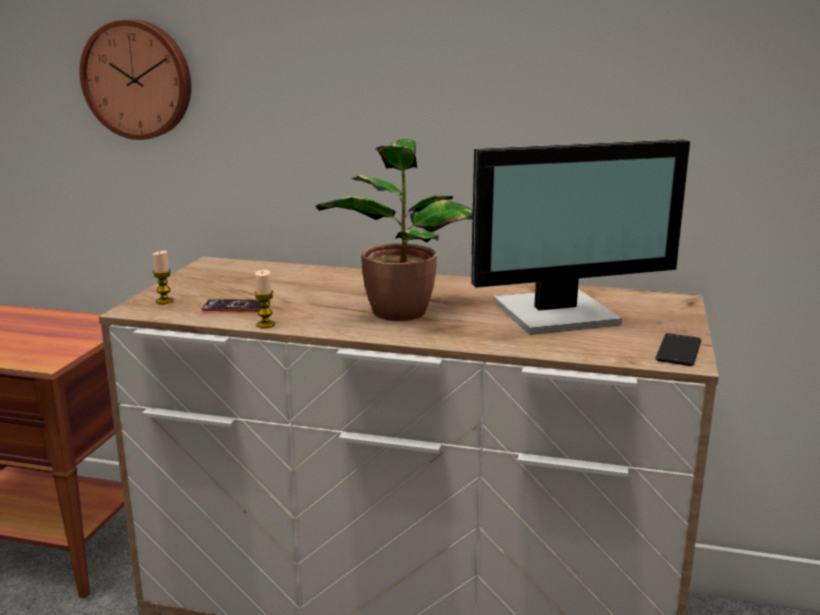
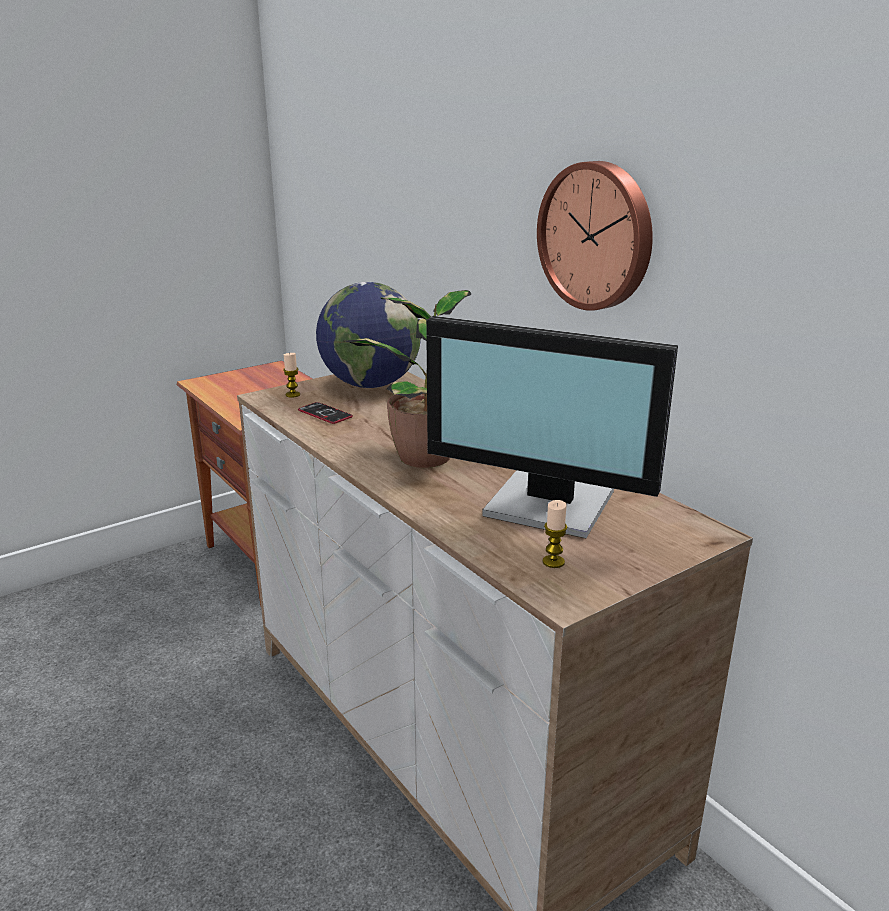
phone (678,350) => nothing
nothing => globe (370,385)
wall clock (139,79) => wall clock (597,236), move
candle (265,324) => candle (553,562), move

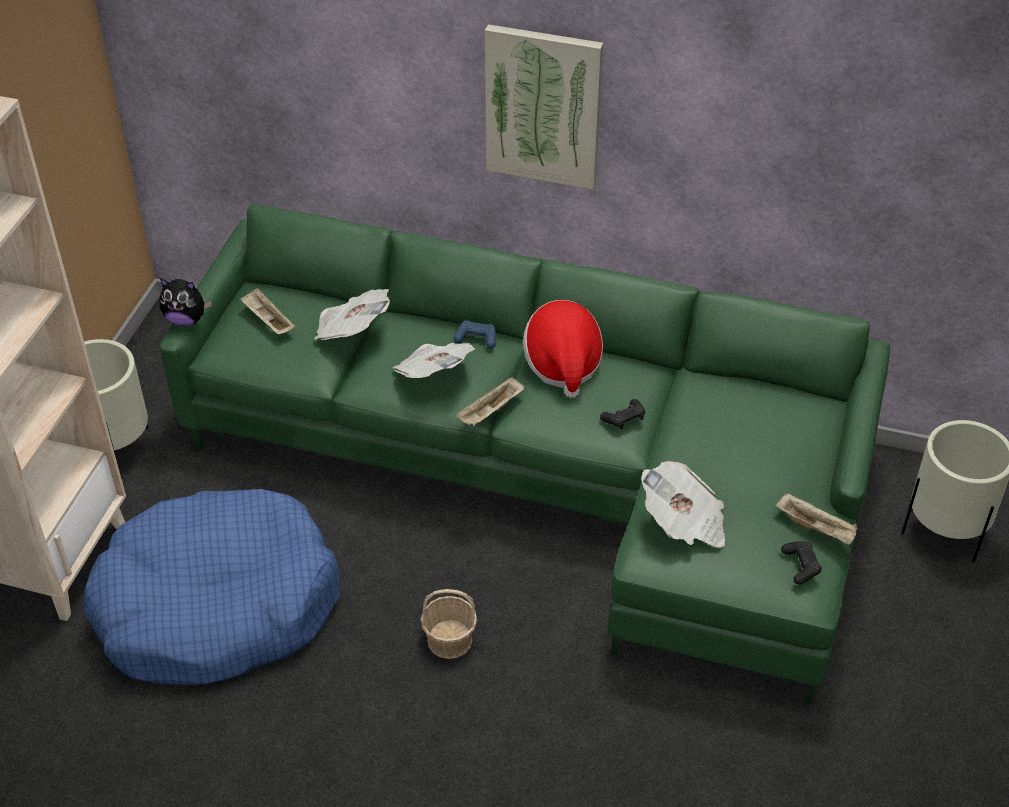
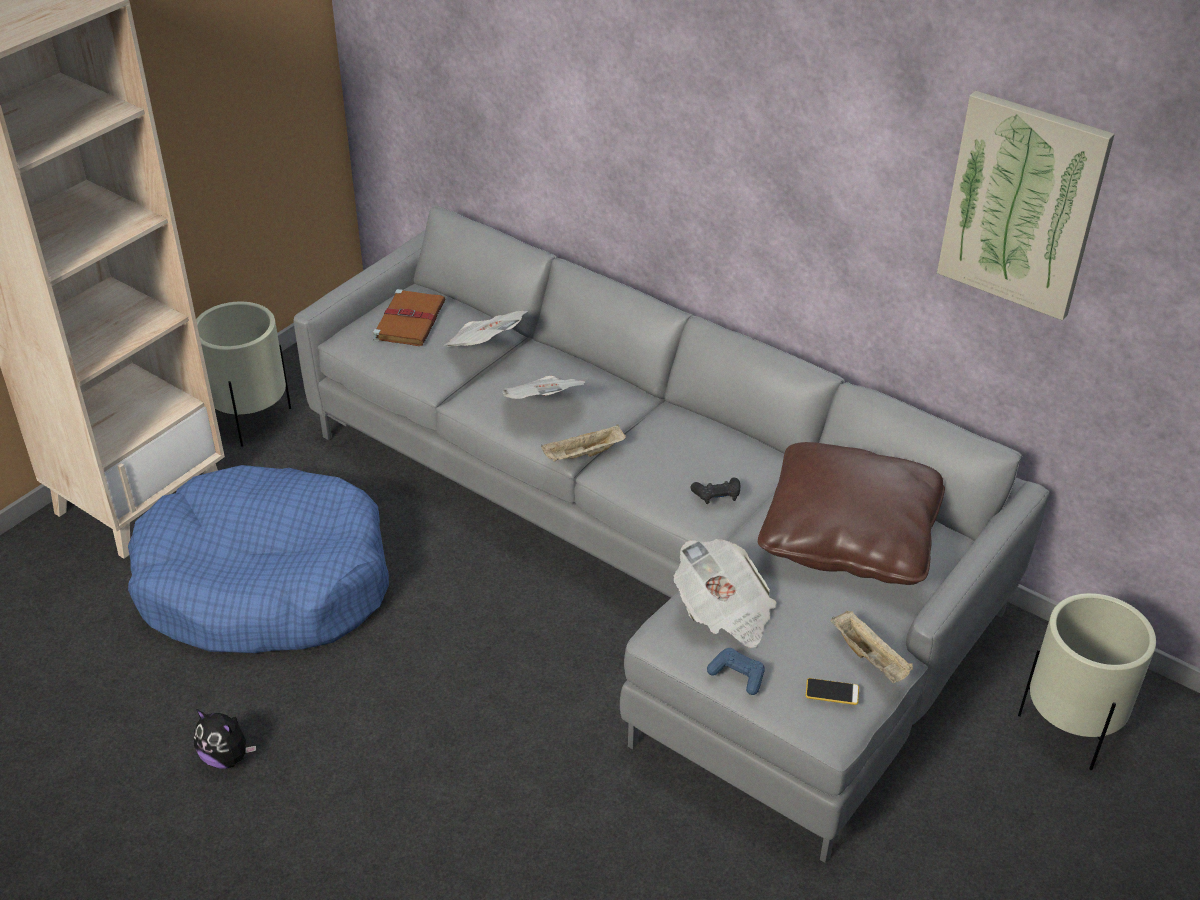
basket (449,639) => nothing
hat (562,364) => nothing
nothing => pillow in brown (849,536)
plush toy (186,320) => plush toy (227,757), move
game controller in blue (476,339) => game controller in blue (737,676), move
picture (543,106) => picture (1022,205), move
tray in beige (268,321) => book in brown (410,320)
game controller in black (801,566) => phone (832,692)
sofa in green (549,474) => sofa in grey (655,550)

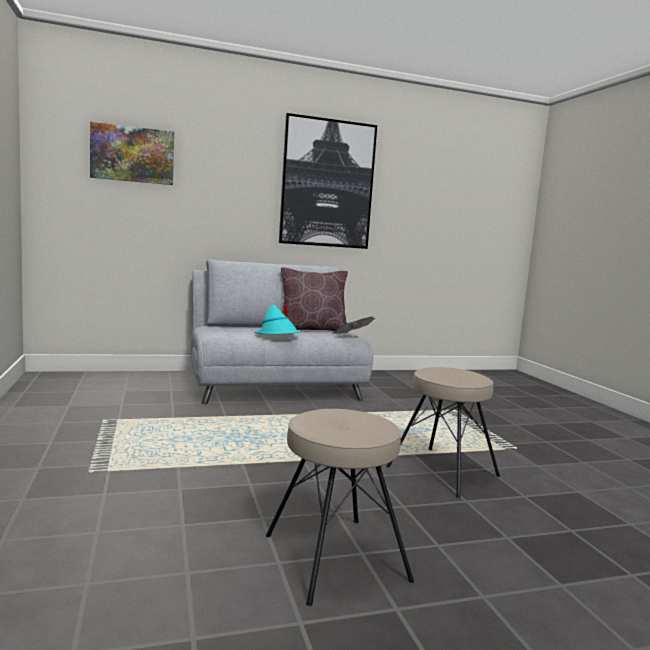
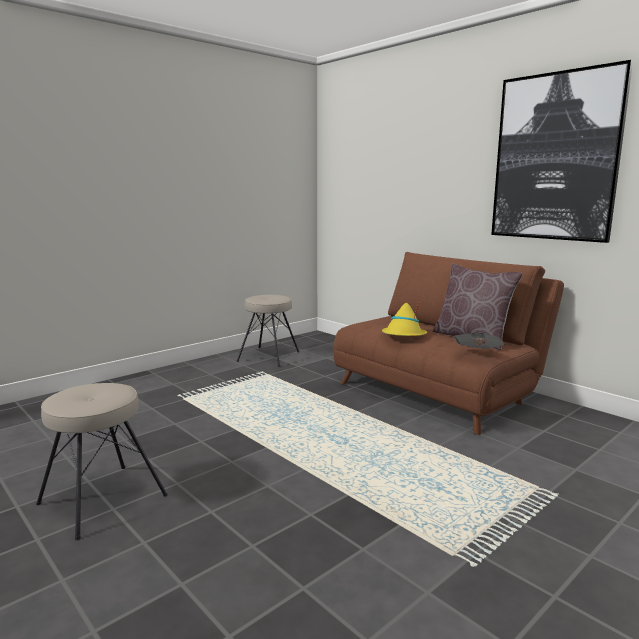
picture (132,154) => nothing
stool in beige (443,471) => stool in beige (269,356), move
sofa in grey (274,386) => sofa in brown (437,390)
hat in turquoise (278,336) => hat in yellow (403,336)

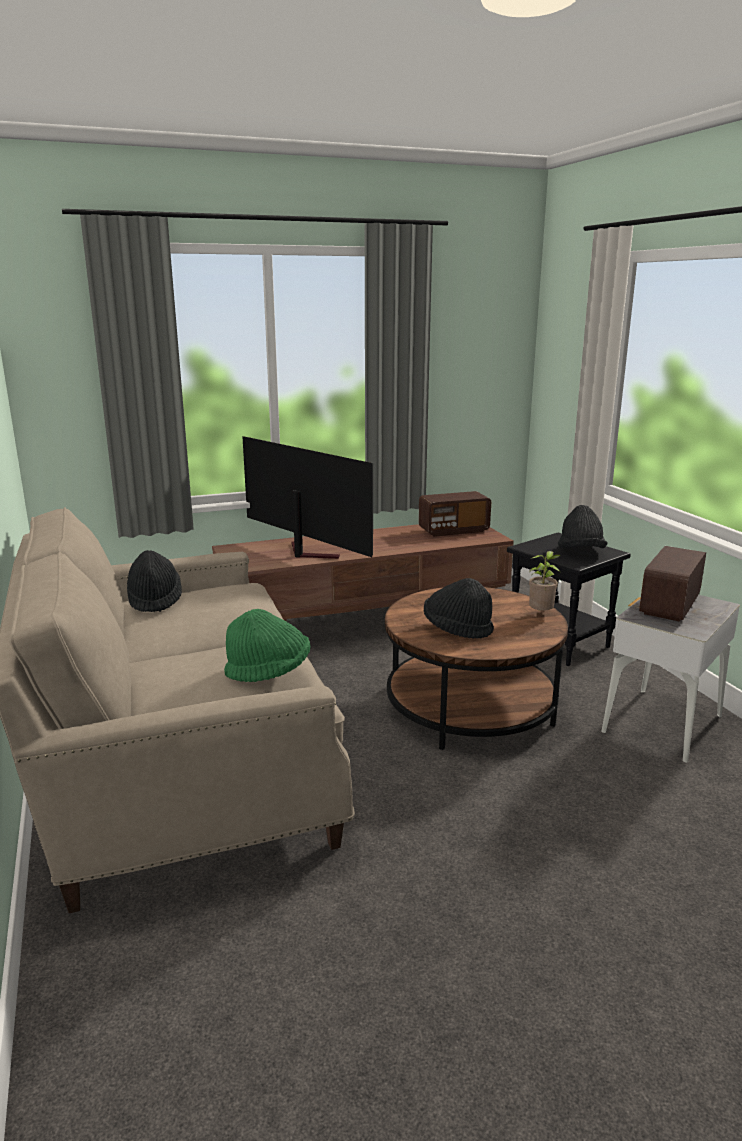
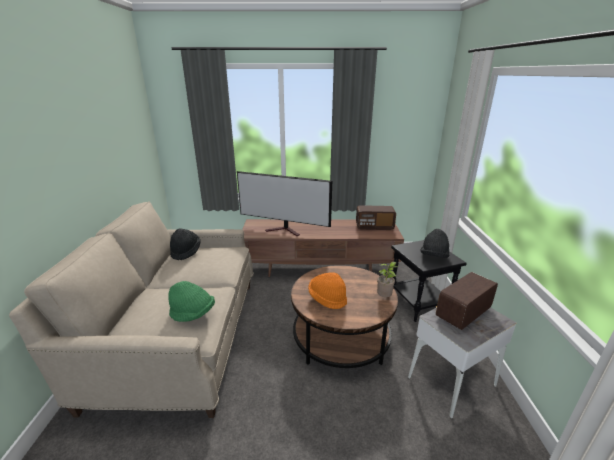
hat in black (457,629) => hat in orange (327,299)
television (304,553) => television (285,230), 135 degrees clockwise

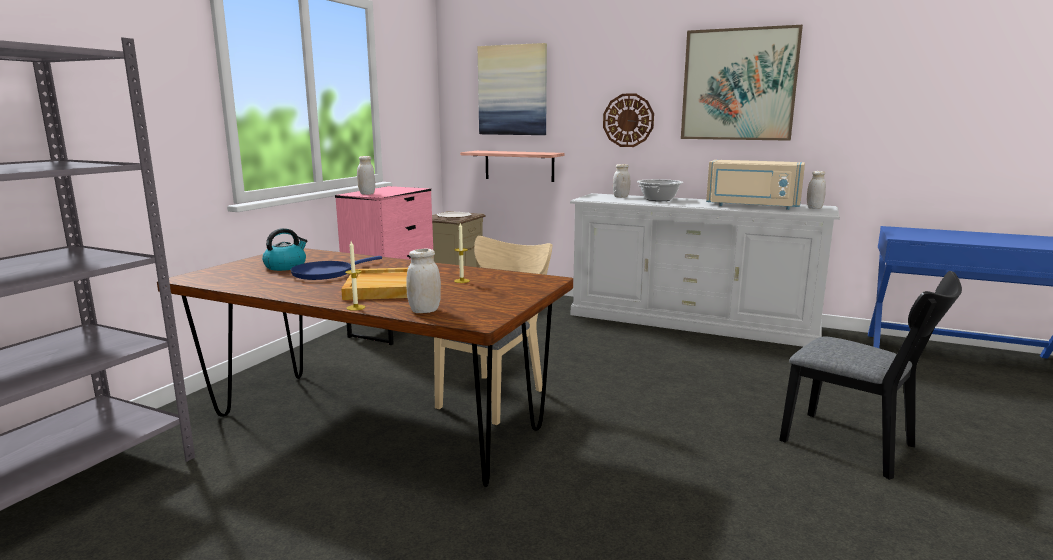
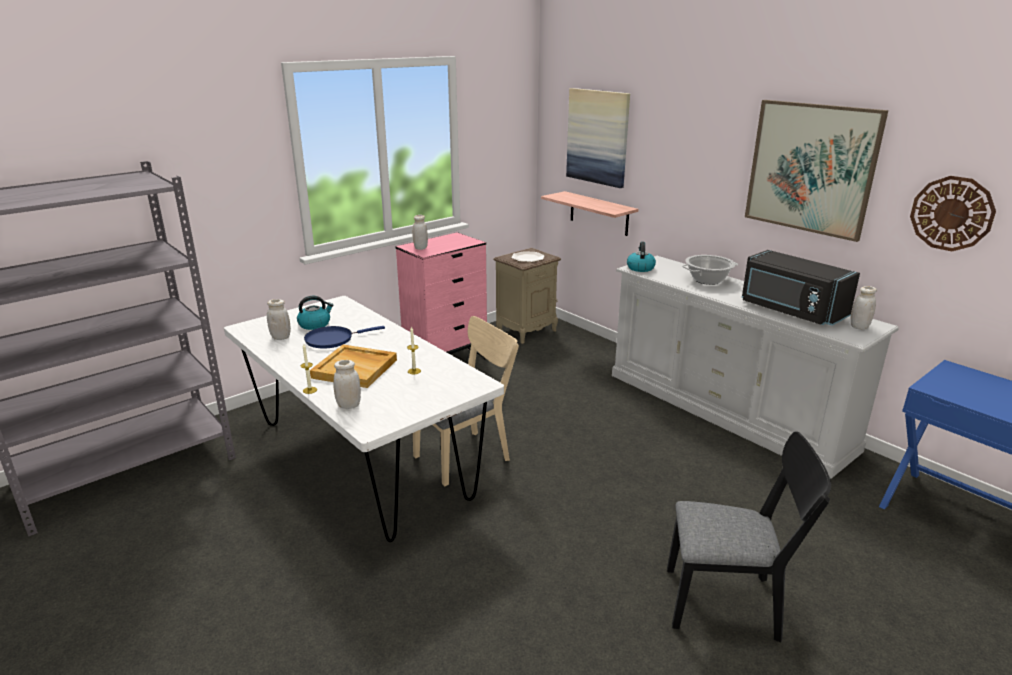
nothing => kettle (640,268)
wall clock (628,120) => wall clock (951,213), move
jar in white (621,197) => jar in white (281,337), move
dining table in brown (374,423) => dining table in white (361,459)
microwave in beige (752,206) => microwave in black (790,311)
chair in black (857,446) => chair in black (731,603), 60 degrees counterclockwise

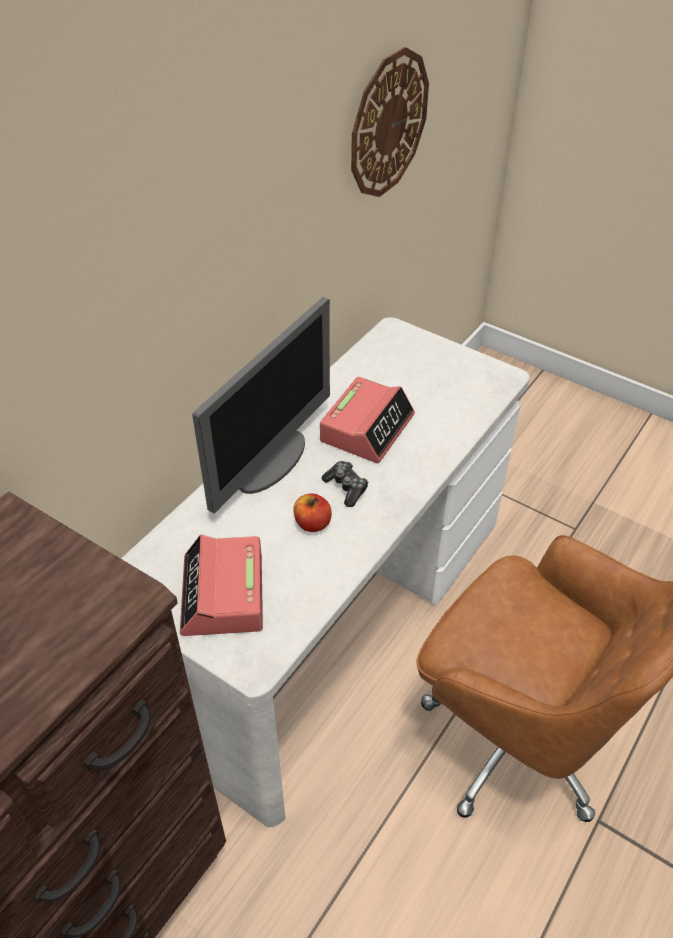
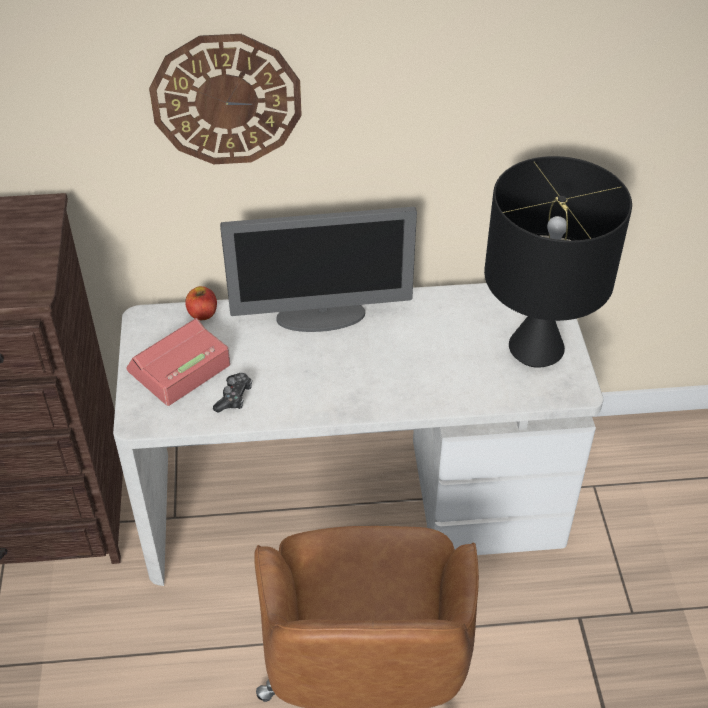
alarm clock (367,428) => nothing
nothing => table lamp in black (535,351)
apple (312,523) => apple (202,313), move
game controller (346,488) => game controller (234,397), move
wall clock (388,124) => wall clock (226,100), move

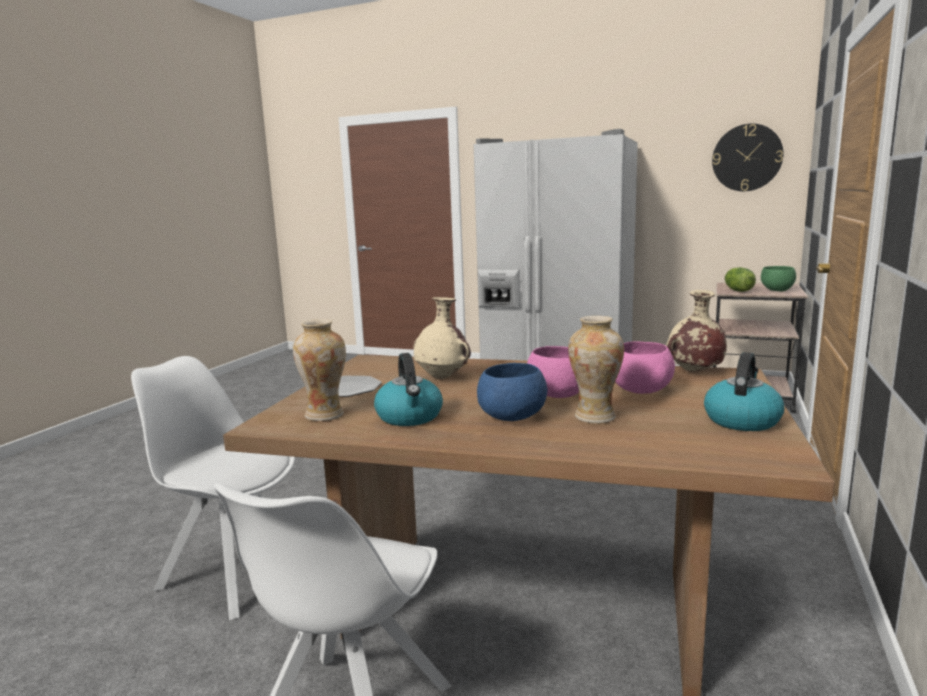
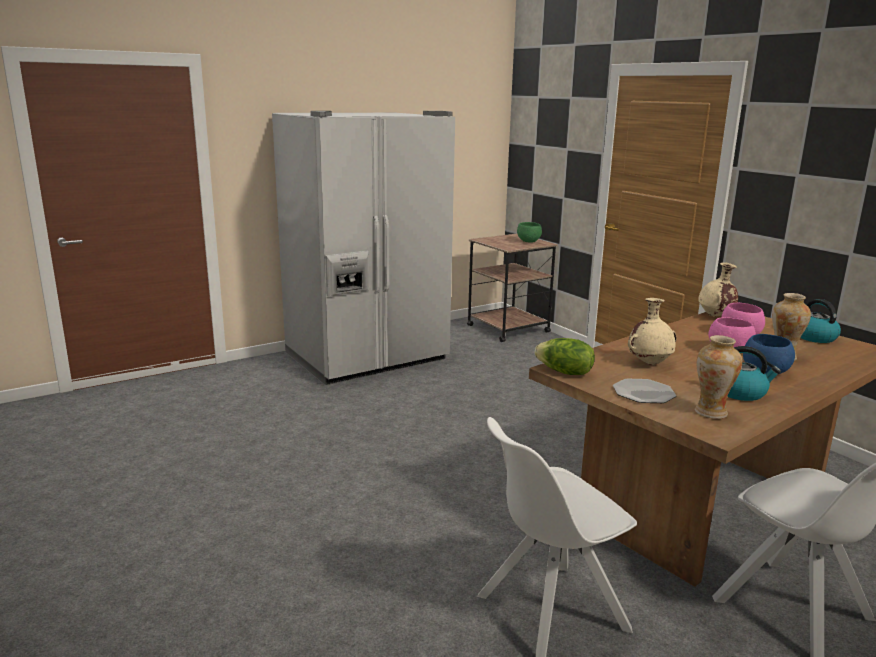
wall clock (747,158) => nothing
lettuce (737,291) => lettuce (564,372), move

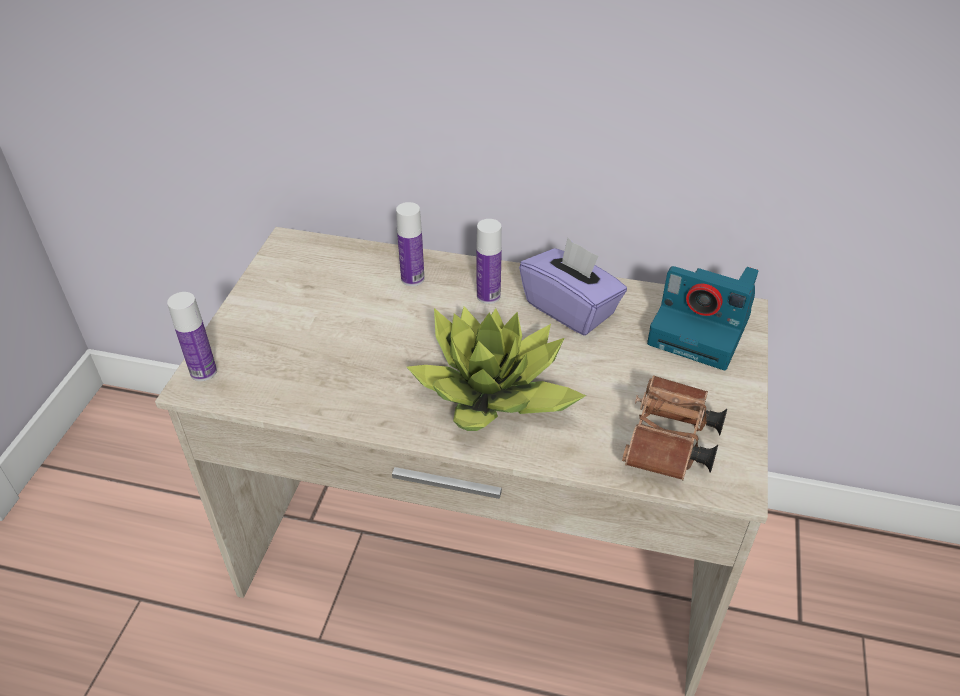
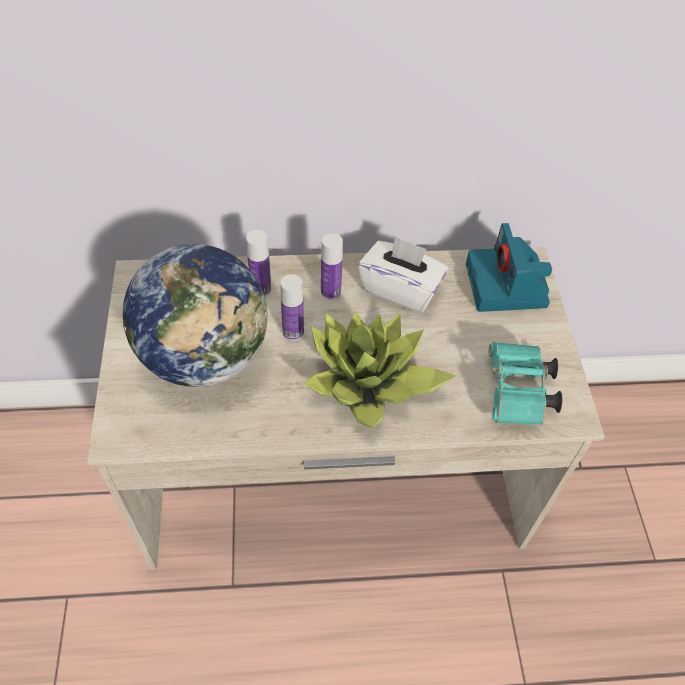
nothing => globe (205,355)
bottle (203,372) => bottle (293,332), move
tissue box in purple (570,309) => tissue box in white (400,289)
binoculars in brown (669,445) => binoculars in turquoise (517,394)
photo camera (702,330) => photo camera (507,287), 75 degrees clockwise

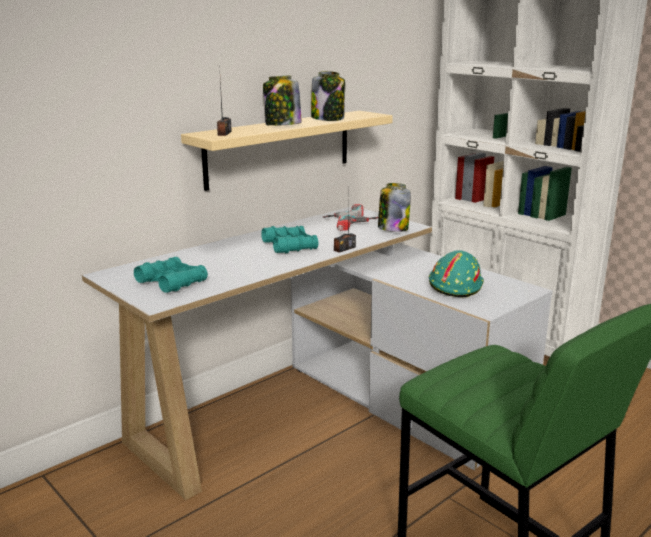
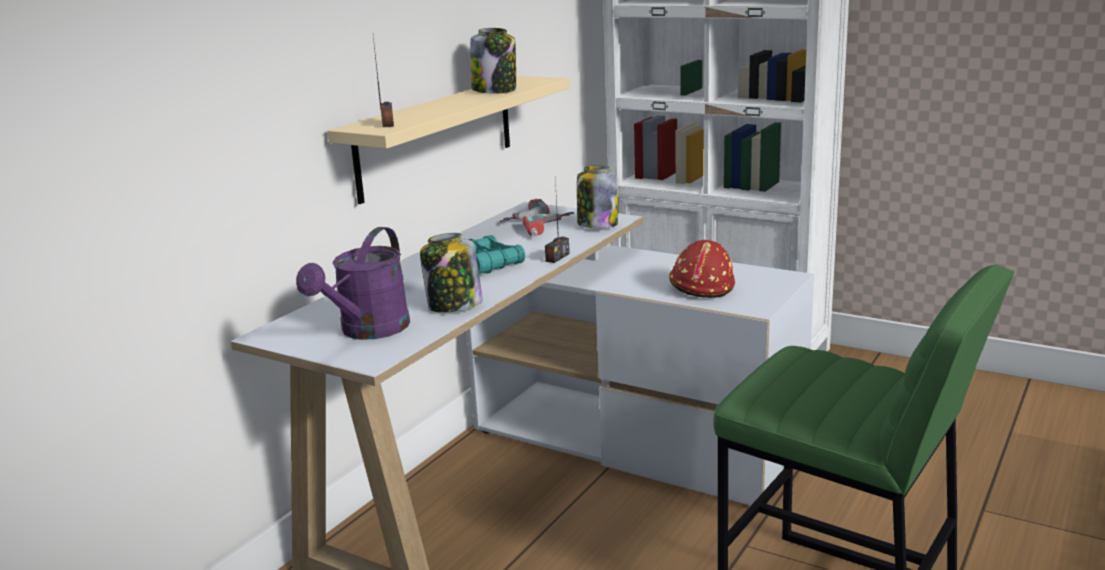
jar (282,125) => jar (454,306), move
binoculars in turquoise (172,282) => watering can in purple (368,331)
hard hat in turquoise (455,286) => hard hat in red (701,285)

